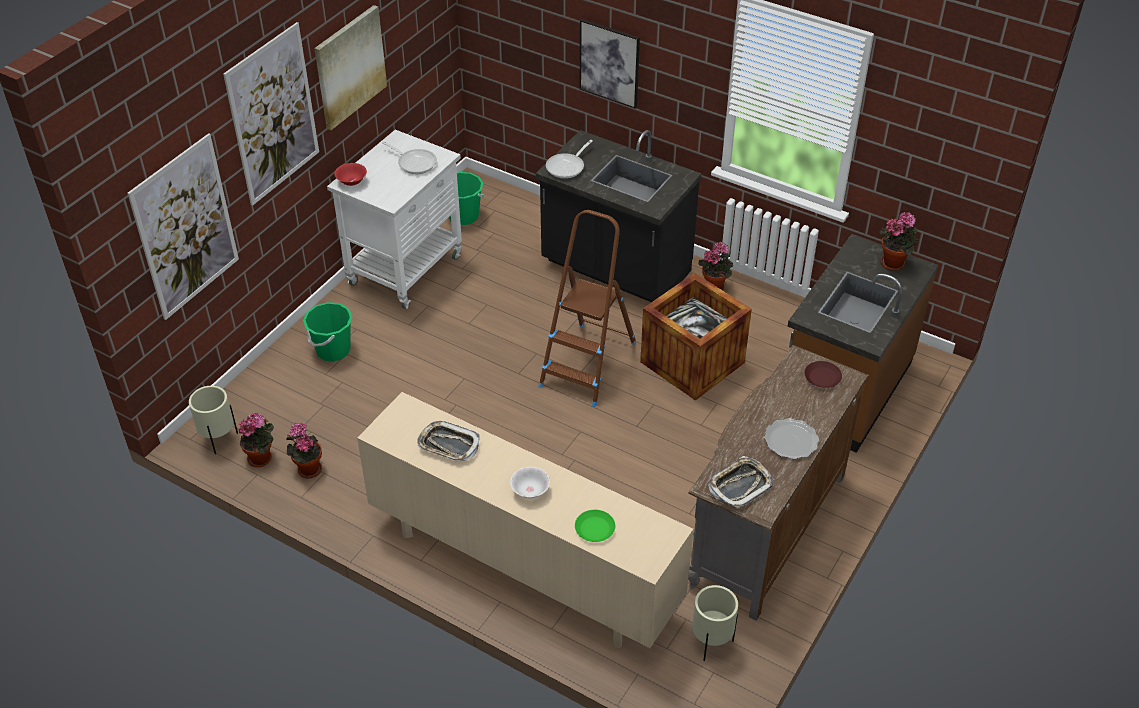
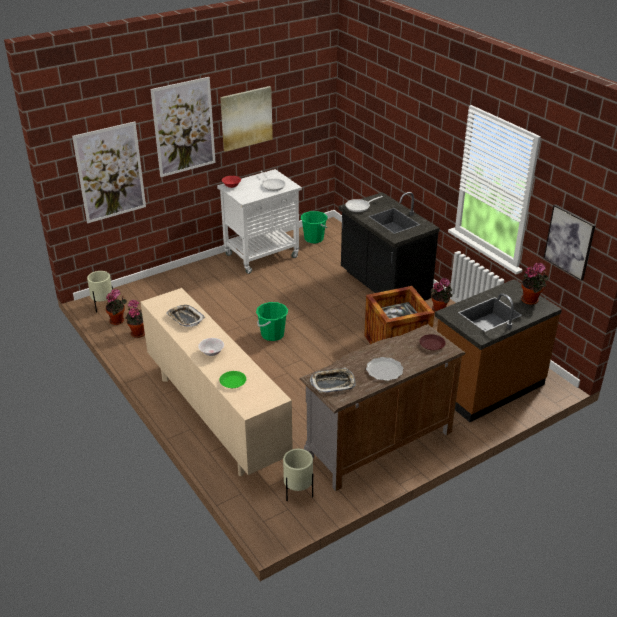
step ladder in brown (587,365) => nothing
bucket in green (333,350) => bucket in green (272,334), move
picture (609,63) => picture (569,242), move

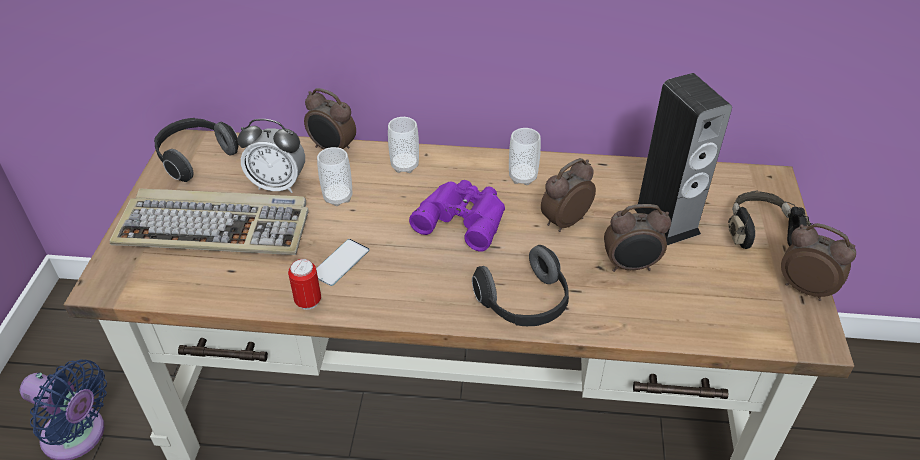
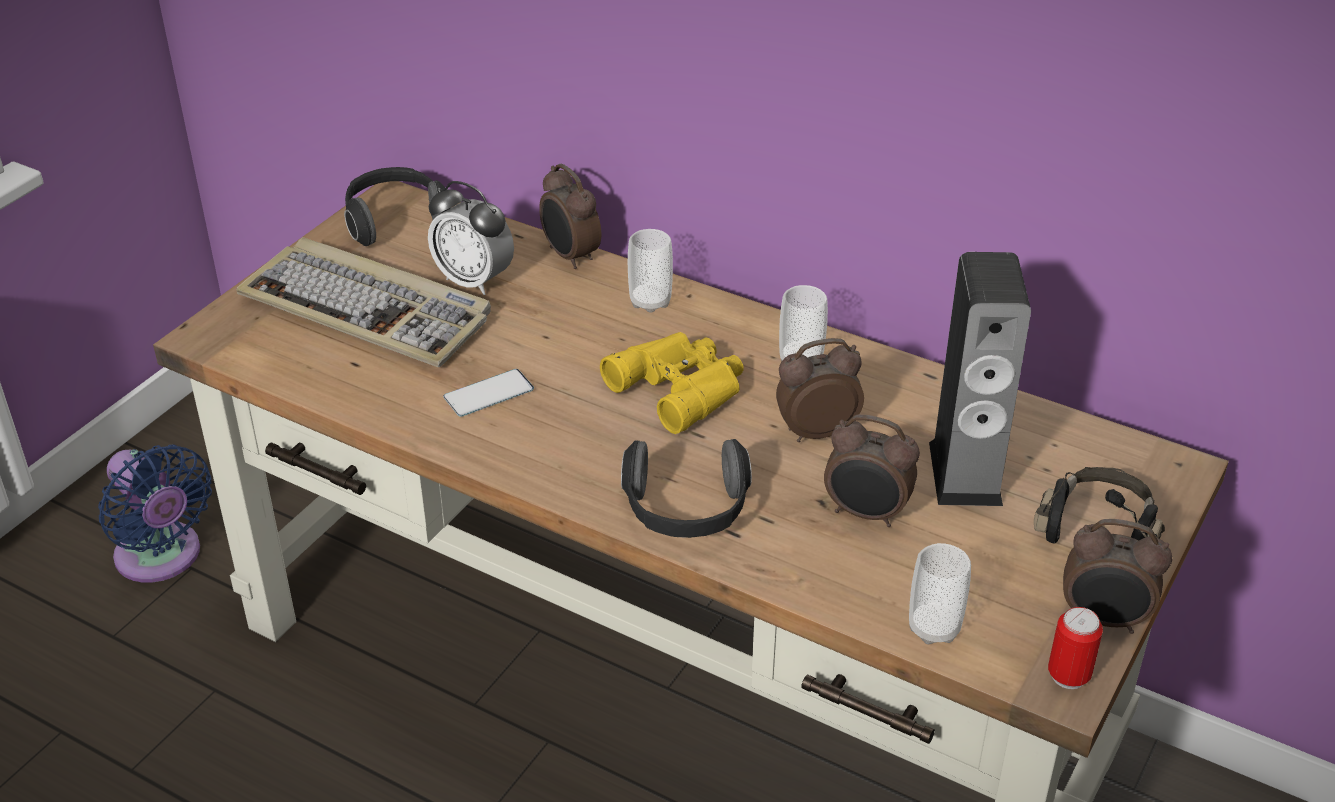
can (308,301) => can (1068,676), move
cup (338,197) => cup (934,628), move
binoculars in purple (463,217) => binoculars in yellow (682,387)
alarm clock (805,287) => alarm clock (1104,620), 135 degrees clockwise

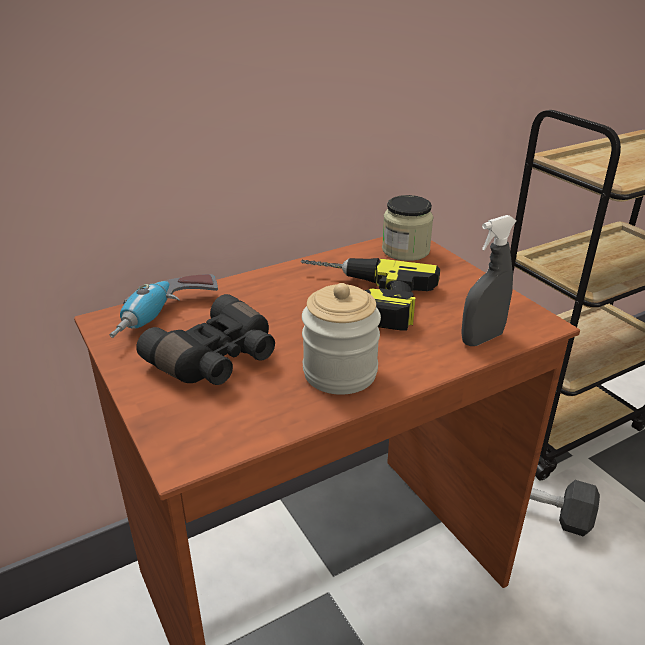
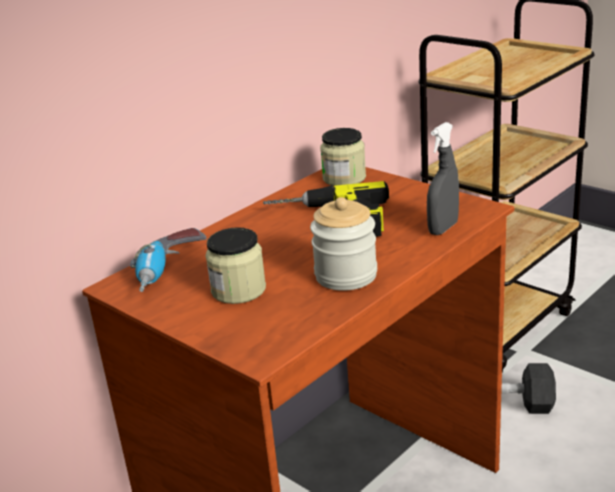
binoculars in black (217,360) => jar (238,290)

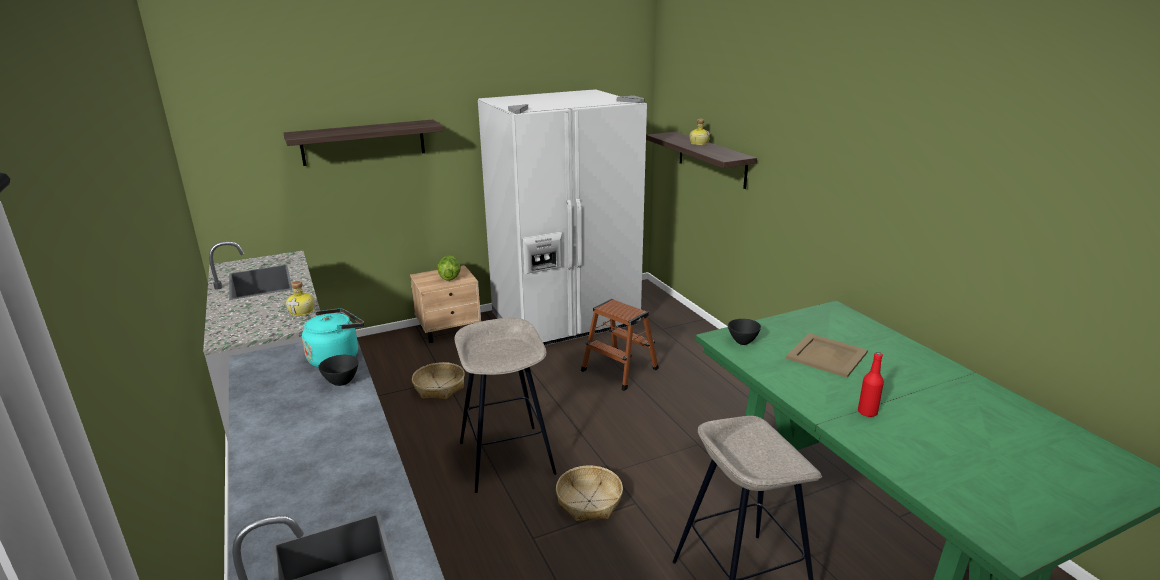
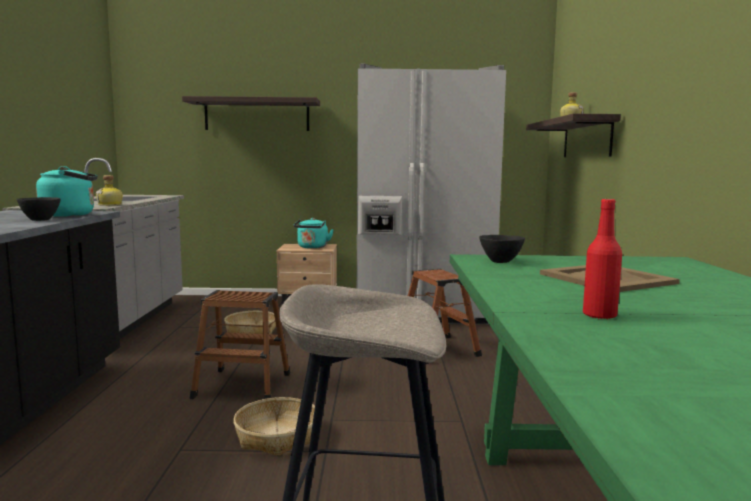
lettuce (449,278) => kettle in turquoise (312,247)
stool in grey (507,457) => step ladder in brown (243,385)

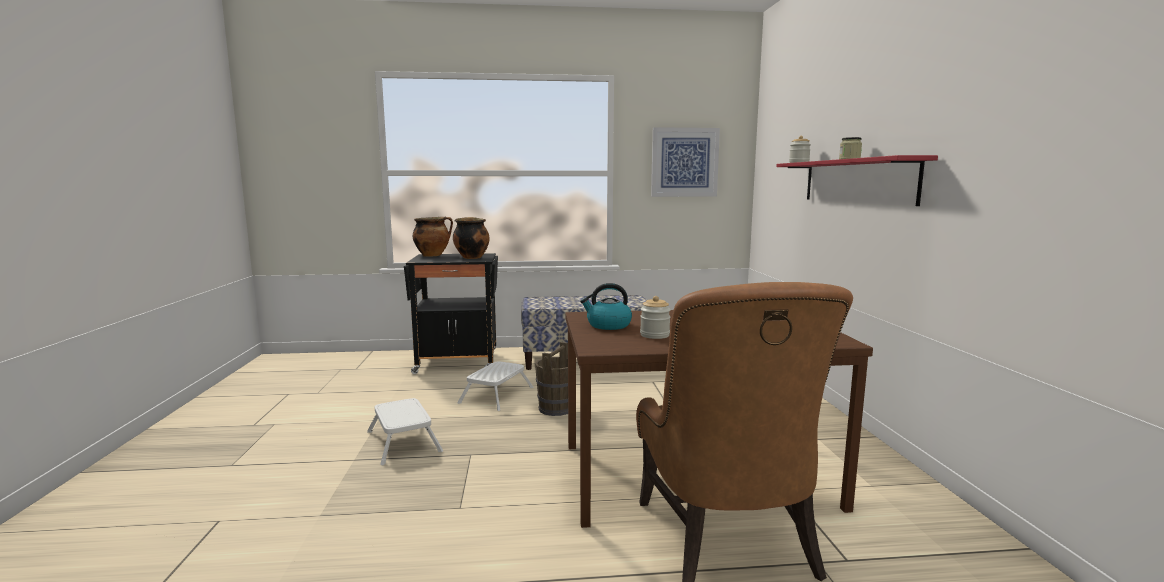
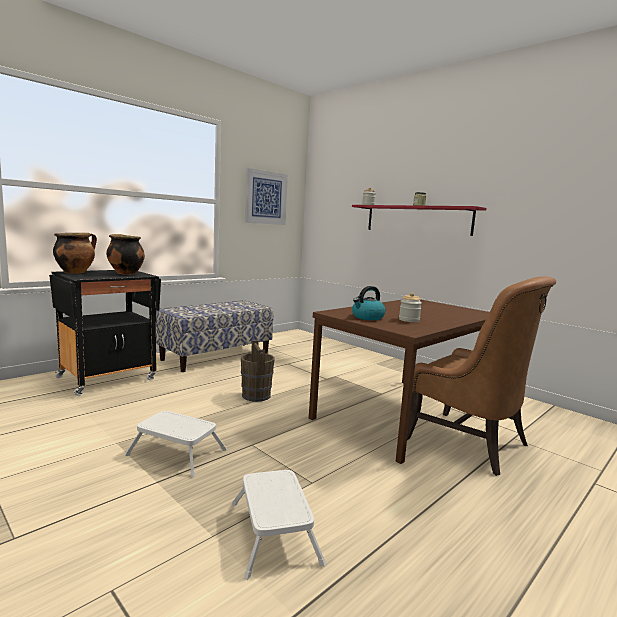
step ladder in white (497,395) => step ladder in white (275,532), move

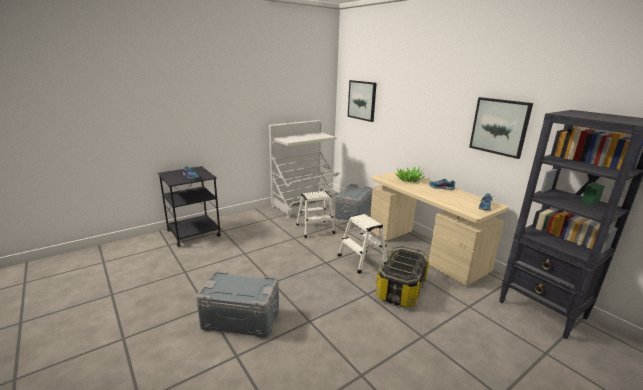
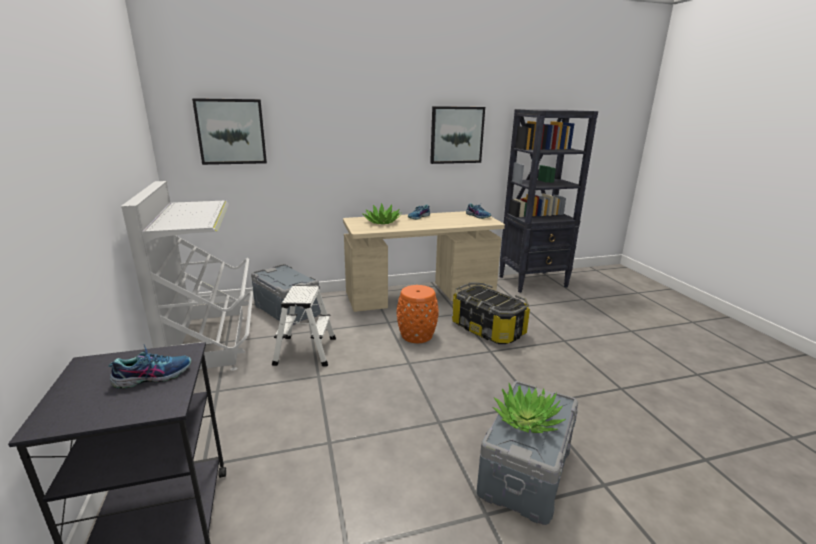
nothing => potted plant (526,420)
step ladder in white (362,259) => stool in orange (416,335)

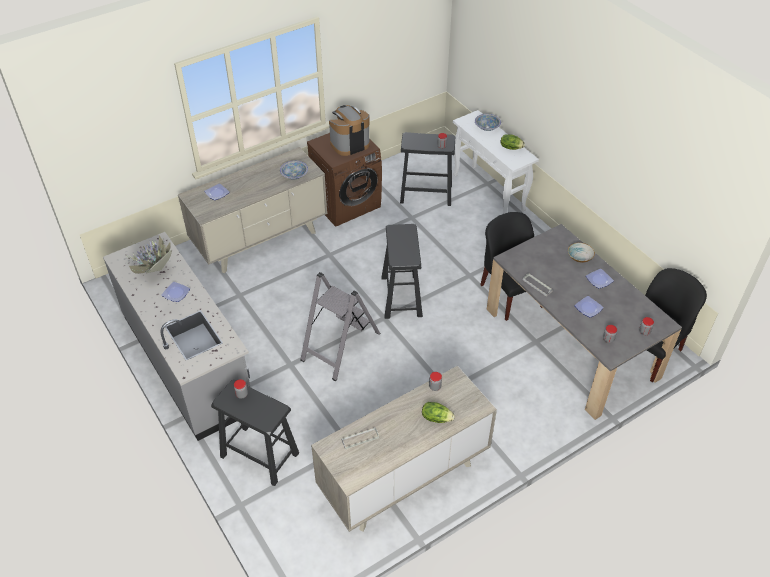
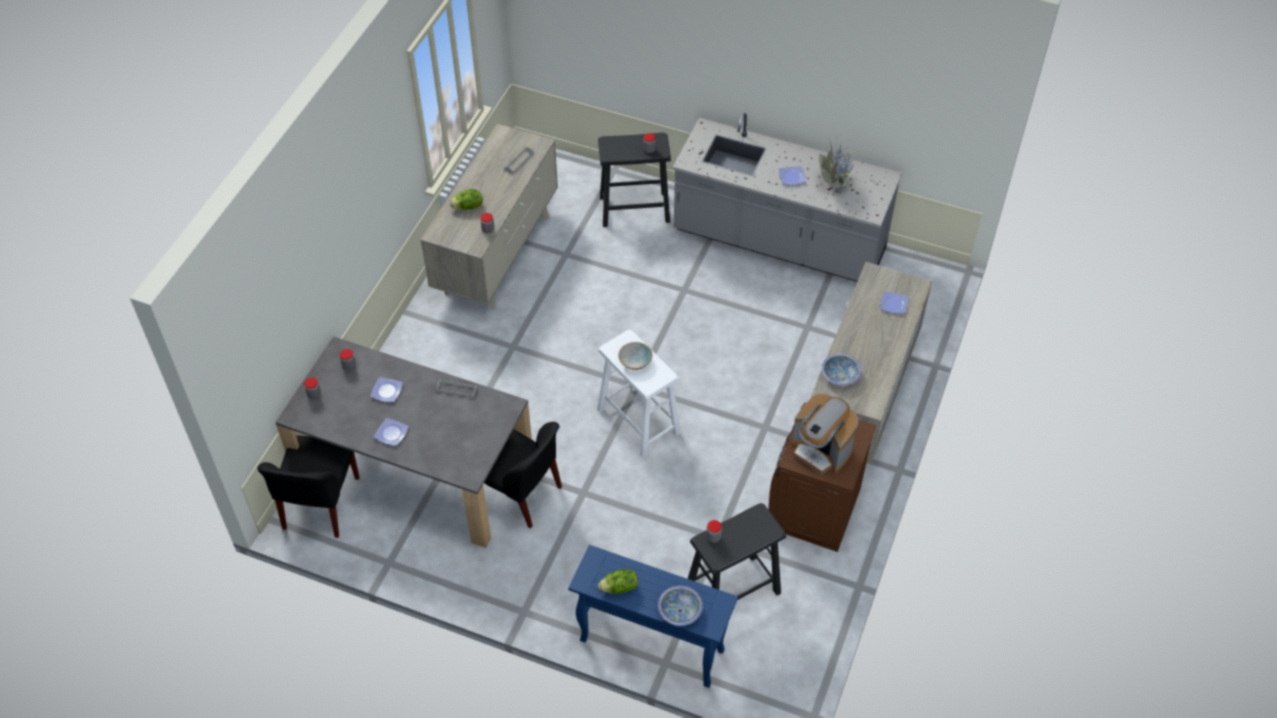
step ladder in grey (340,347) => nothing
bowl (579,257) => bowl (635,362), move
stool in black (401,296) => stool in white (639,421)
console table in white (489,193) => console table in blue (650,645)
coffee machine (349,144) => coffee machine (821,451), 105 degrees clockwise

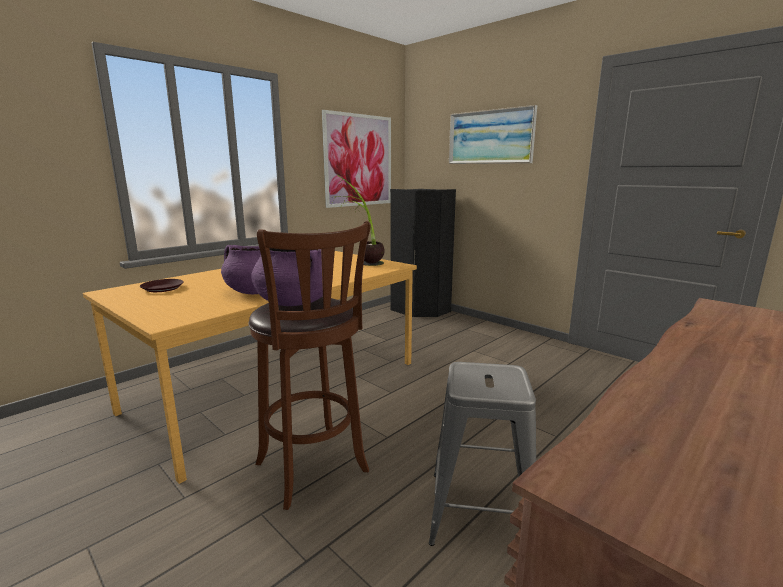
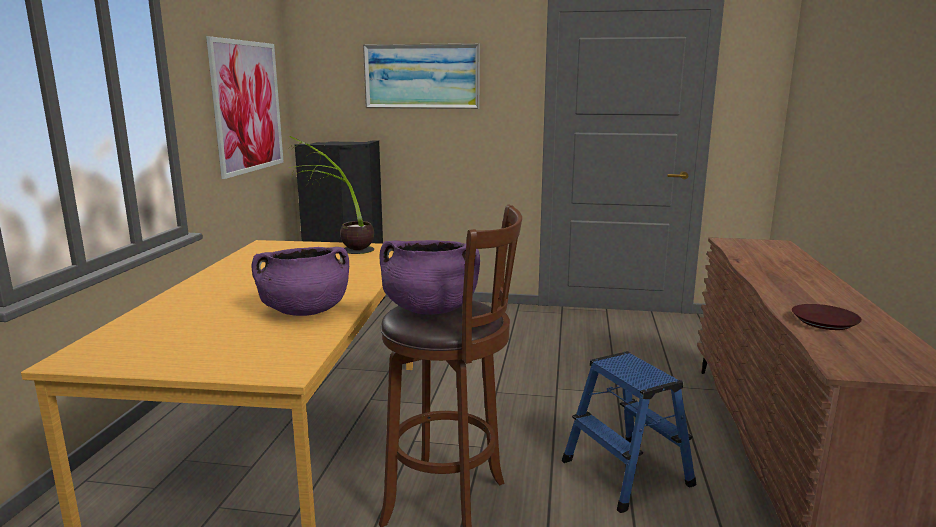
plate in brown (162,288) => plate in brown (823,322), move
stool in grey (479,511) => step ladder in blue (627,472)

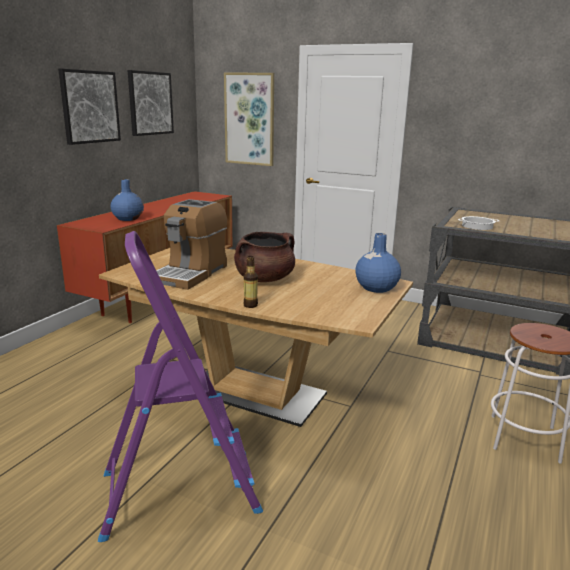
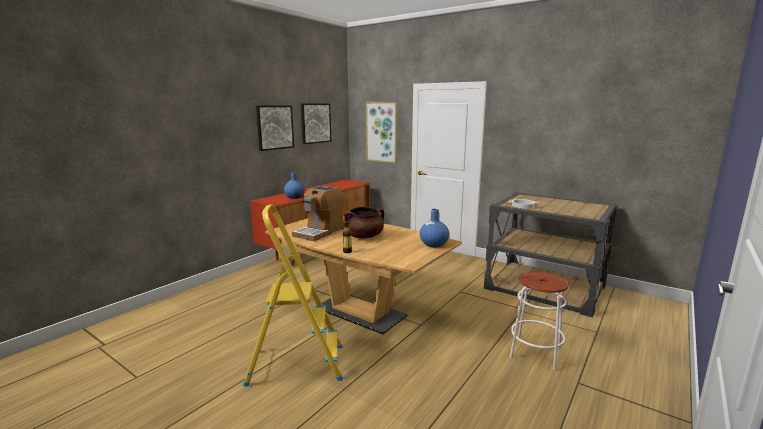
step ladder in purple (182,492) => step ladder in yellow (297,365)

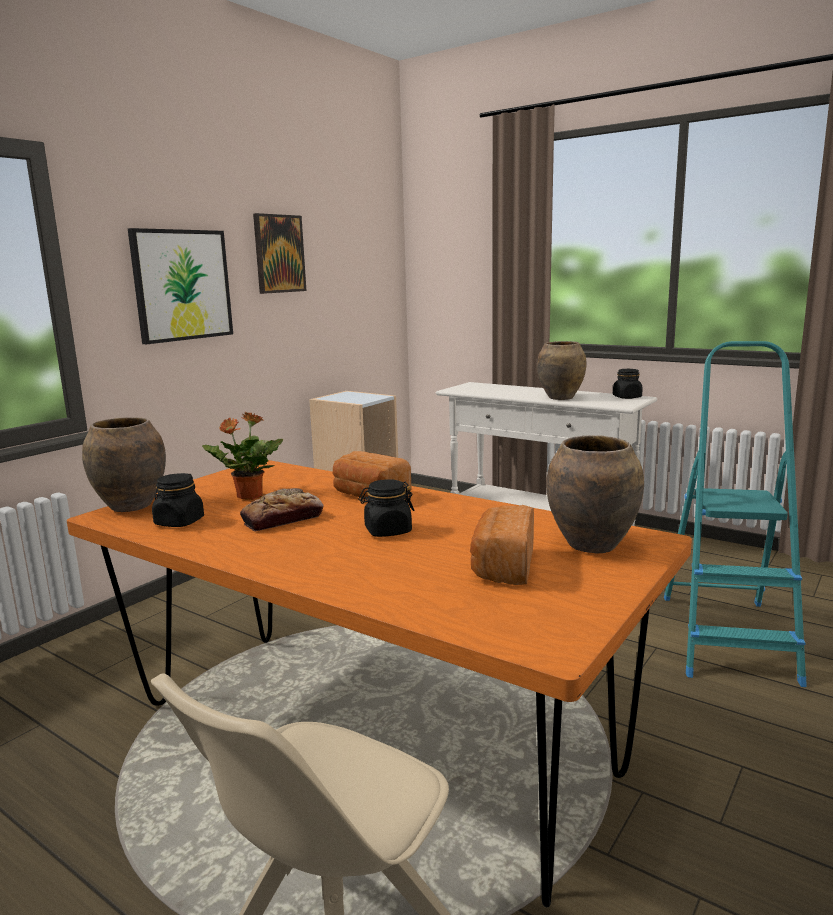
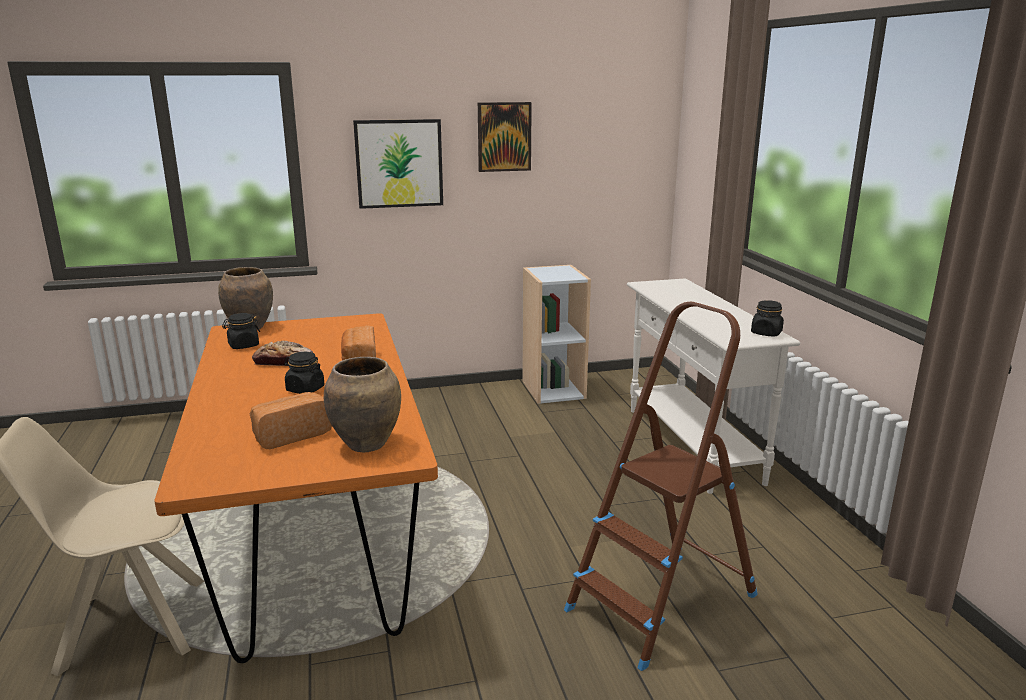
potted plant (248,496) => nothing
vase in brown (561,398) => nothing
step ladder in turquoise (727,637) => step ladder in brown (660,603)

